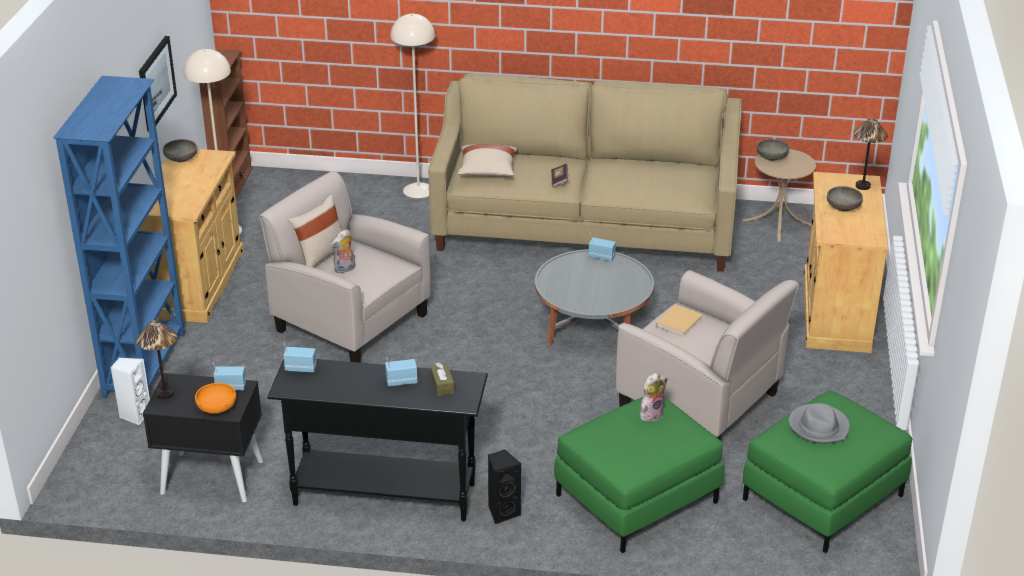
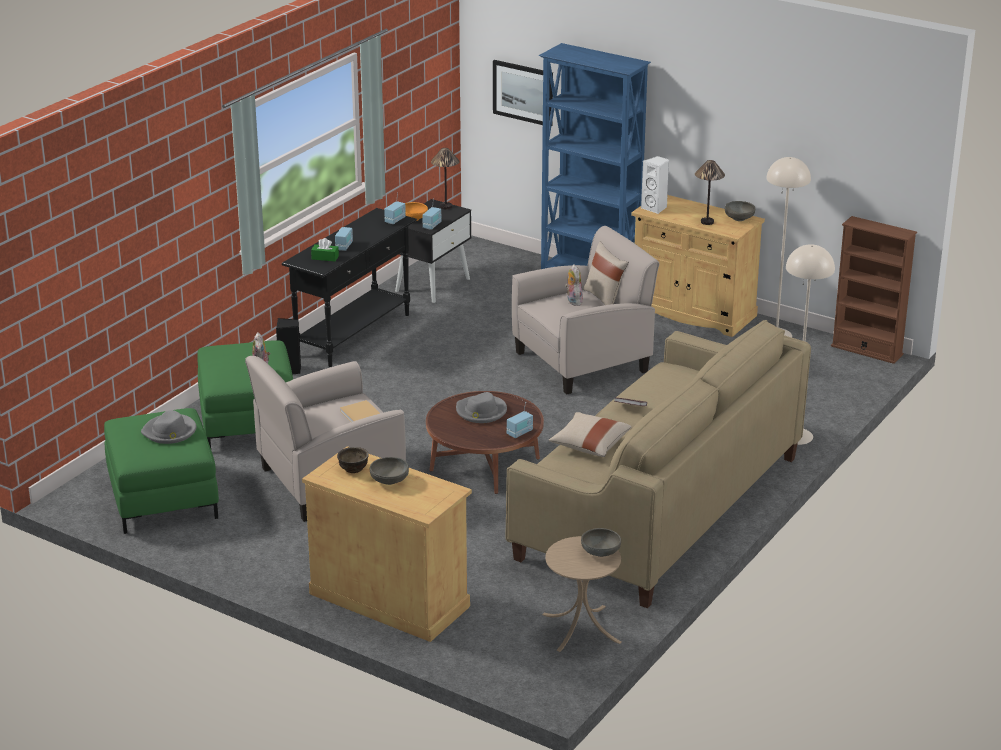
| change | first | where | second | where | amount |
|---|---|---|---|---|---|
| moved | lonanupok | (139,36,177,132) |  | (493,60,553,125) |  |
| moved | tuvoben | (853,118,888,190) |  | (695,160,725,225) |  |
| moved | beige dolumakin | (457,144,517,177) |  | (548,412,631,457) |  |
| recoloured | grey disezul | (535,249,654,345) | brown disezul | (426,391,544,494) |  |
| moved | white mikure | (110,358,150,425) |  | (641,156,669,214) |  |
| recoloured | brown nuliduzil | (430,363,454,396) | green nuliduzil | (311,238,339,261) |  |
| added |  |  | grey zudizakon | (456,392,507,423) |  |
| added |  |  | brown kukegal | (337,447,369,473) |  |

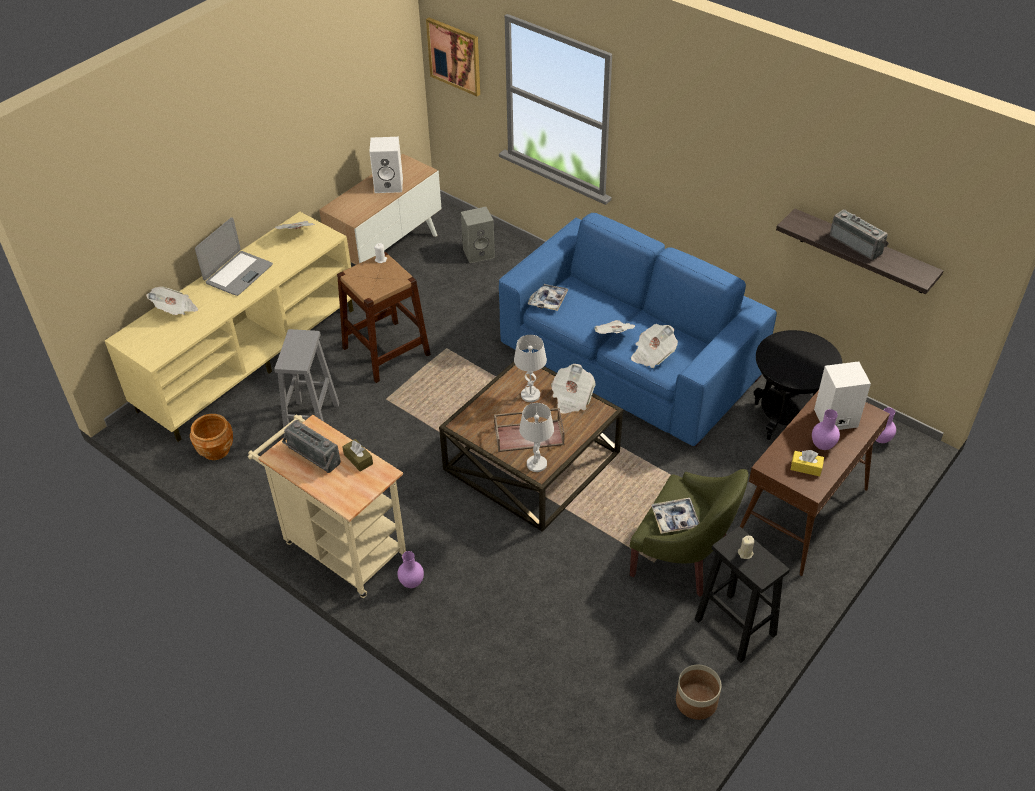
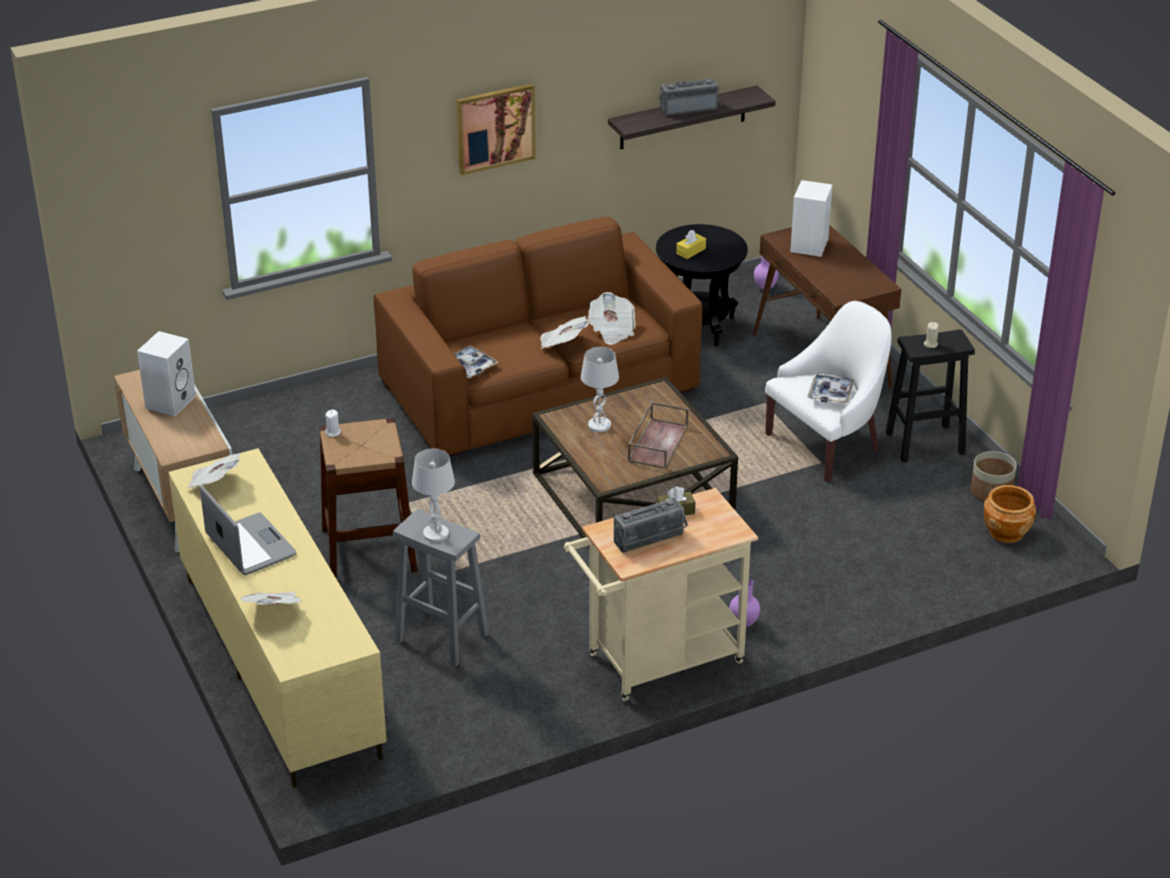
| change | first | where | second | where | amount |
|---|---|---|---|---|---|
| moved | lonanupok | (426,18,480,97) |  | (456,83,536,175) |  |
| removed | grey mikure | (461,207,495,263) |  |  |  |
| recoloured | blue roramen | (499,213,777,447) | brown roramen | (374,217,702,457) |  |
| removed | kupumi | (551,364,595,414) |  |  |  |
| moved | white tuvoben | (519,403,554,472) |  | (412,449,455,542) |  |
| removed | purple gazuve | (812,409,840,450) |  |  |  |
| moved | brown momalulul | (190,414,233,460) |  | (984,485,1036,543) |  |
| moved | yellow nuliduzil | (791,450,824,476) |  | (676,230,706,259) |  |
| recoloured | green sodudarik | (630,469,748,597) | white sodudarik | (765,301,892,482) |  |

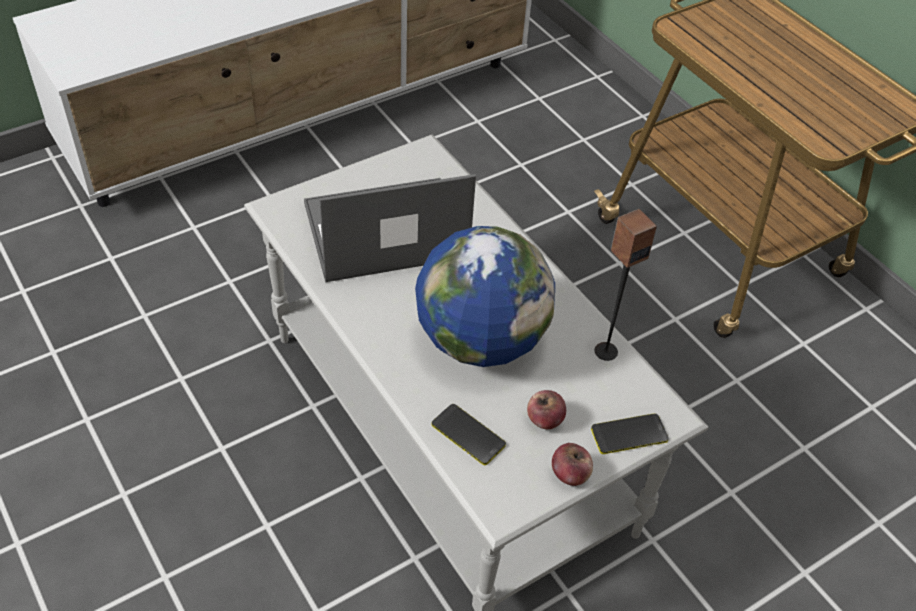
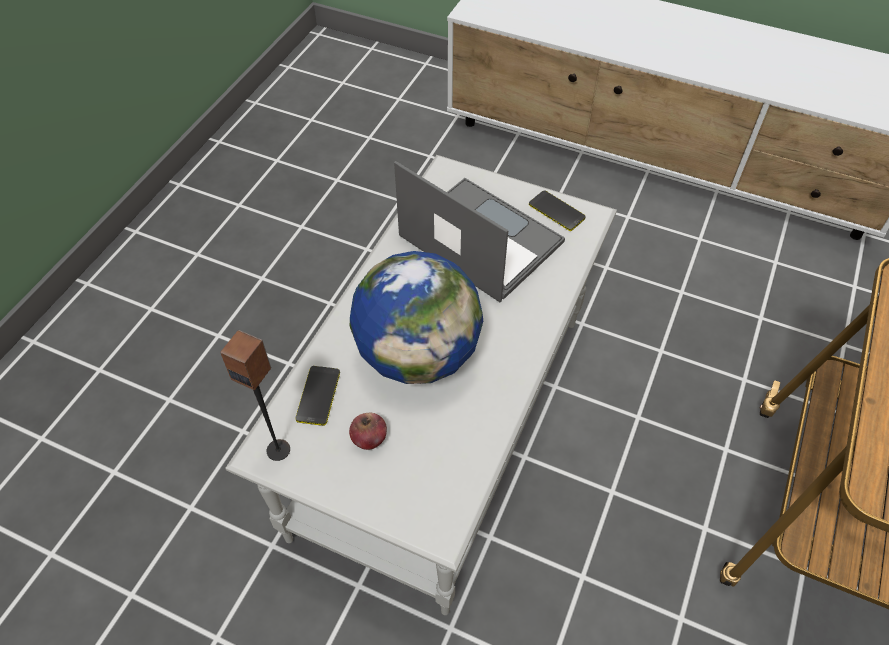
| change | first | where | second | where | amount |
|---|---|---|---|---|---|
| moved | mikure | (595,209,657,361) |  | (220,330,290,461) |  |
| moved | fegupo | (591,413,669,454) |  | (529,191,586,231) |  |
| removed | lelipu | (552,443,593,486) |  |  |  |

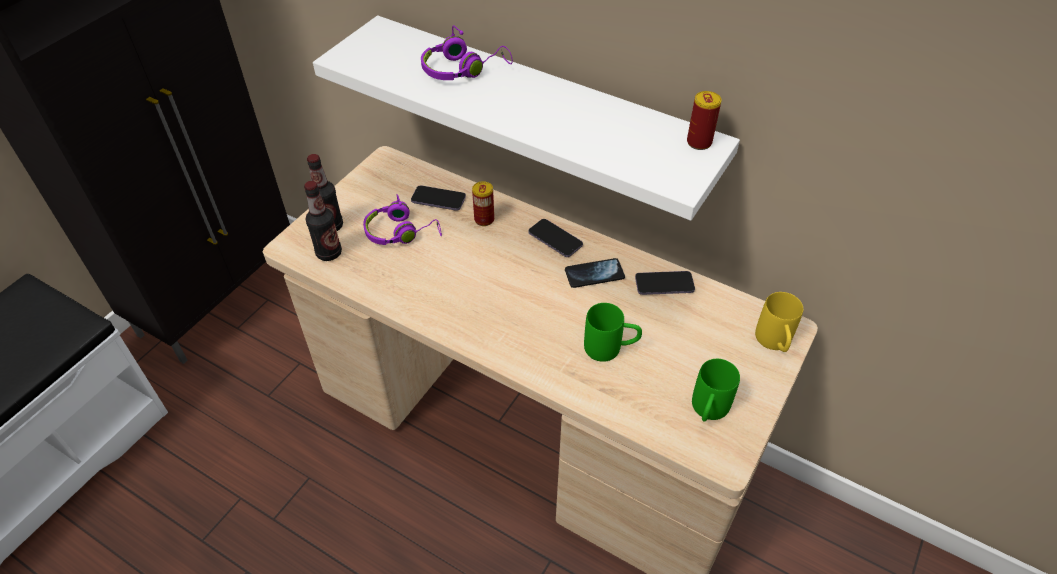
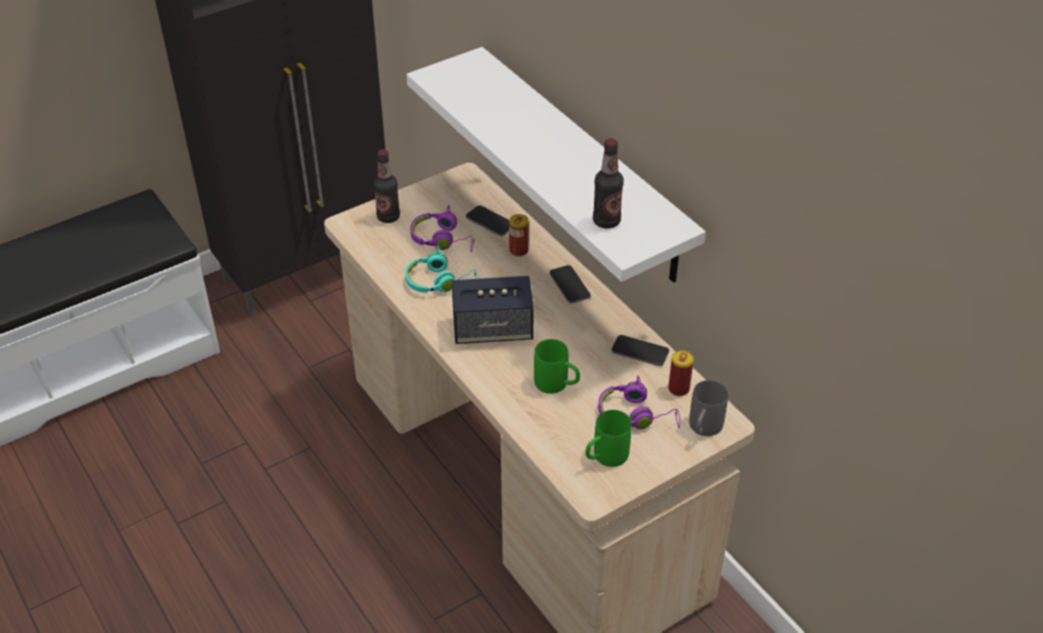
| change | first | where | second | where | amount |
|---|---|---|---|---|---|
| moved | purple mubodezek | (421,25,513,80) |  | (598,375,680,429) |  |
| moved | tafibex | (687,91,722,150) |  | (668,350,694,396) |  |
| moved | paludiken | (304,181,342,261) |  | (593,138,624,229) |  |
| removed | fegupo | (565,258,625,288) |  |  |  |
| recoloured | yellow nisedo | (755,292,803,352) | grey nisedo | (689,380,728,436) |  |
| added |  |  | turquoise mubodezek | (405,245,479,293) |  |
| added |  |  | mikure | (452,276,534,344) |  |

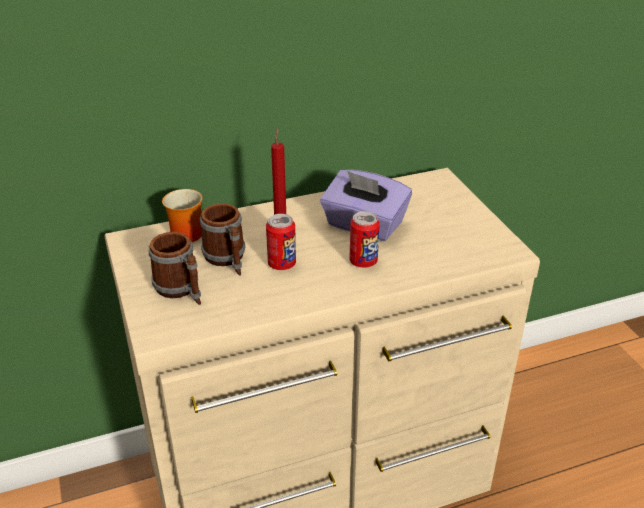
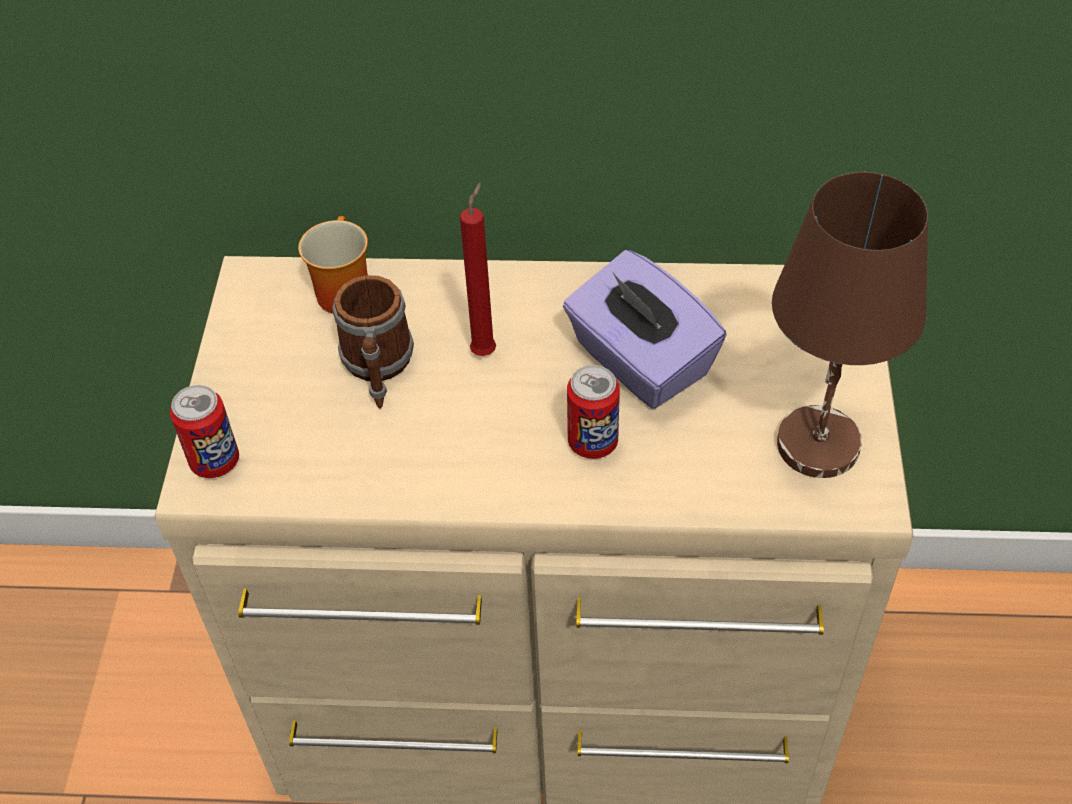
| change | first | where | second | where | amount |
|---|---|---|---|---|---|
| moved | tafibex | (266,214,296,270) |  | (170,385,239,478) |  |
| removed | nisedo | (149,232,201,305) |  |  |  |
| added |  |  | brown tuvoben | (772,172,928,478) |  |

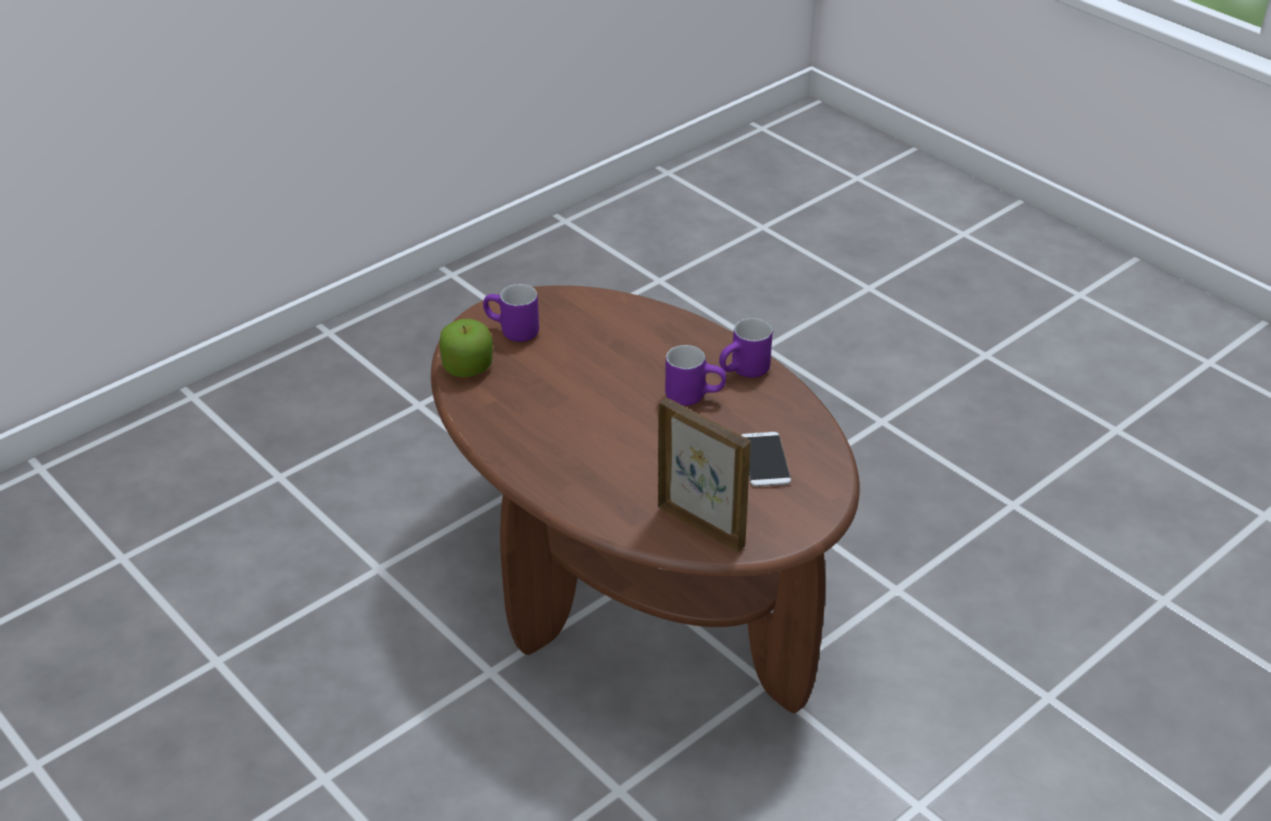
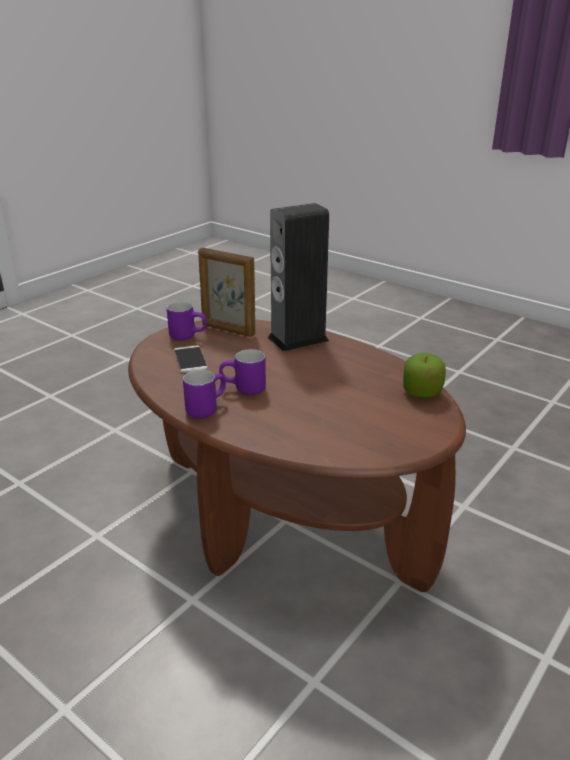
| change | first | where | second | where | amount |
|---|---|---|---|---|---|
| moved | purple nisedo | (483,284,539,342) |  | (167,301,207,340) |  |
| added |  |  | mikure | (268,203,329,352) |  |

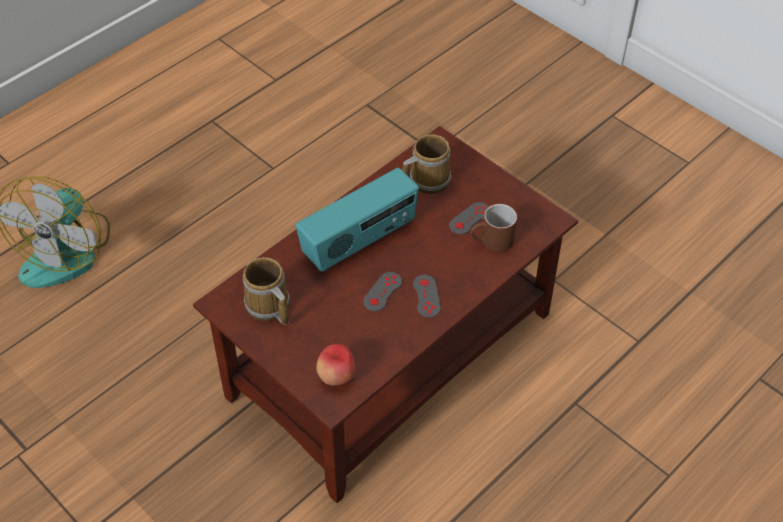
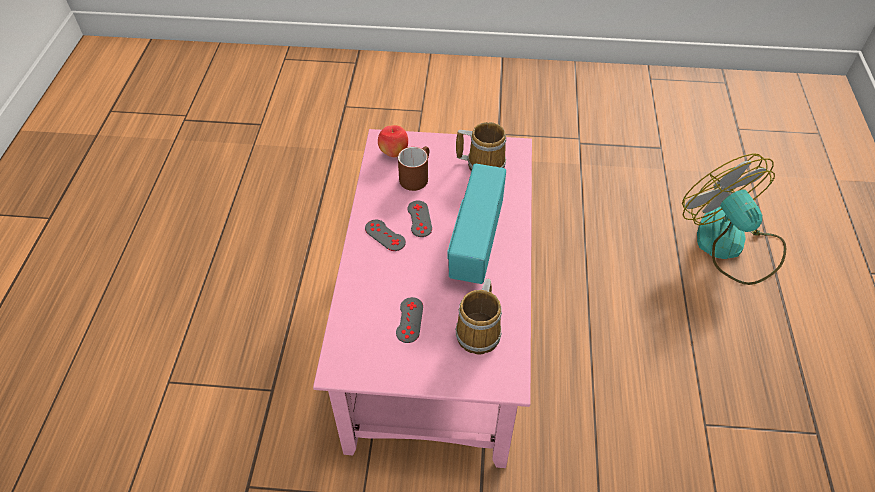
| change | first | where | second | where | amount |
|---|---|---|---|---|---|
| recoloured | brown disezul | (193,126,578,503) | pink disezul | (313,129,532,468) |  |
| moved | brown nisedo | (470,204,517,252) |  | (398,146,429,191) |  |

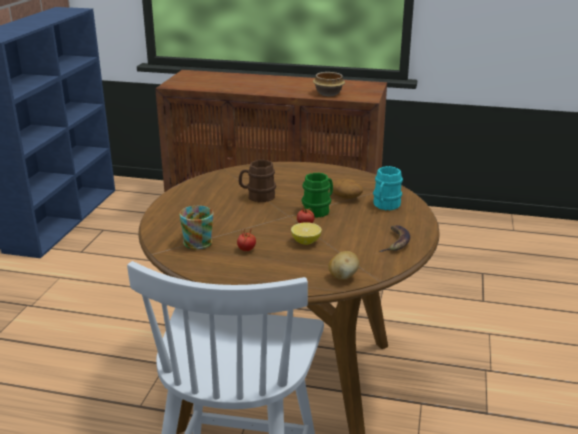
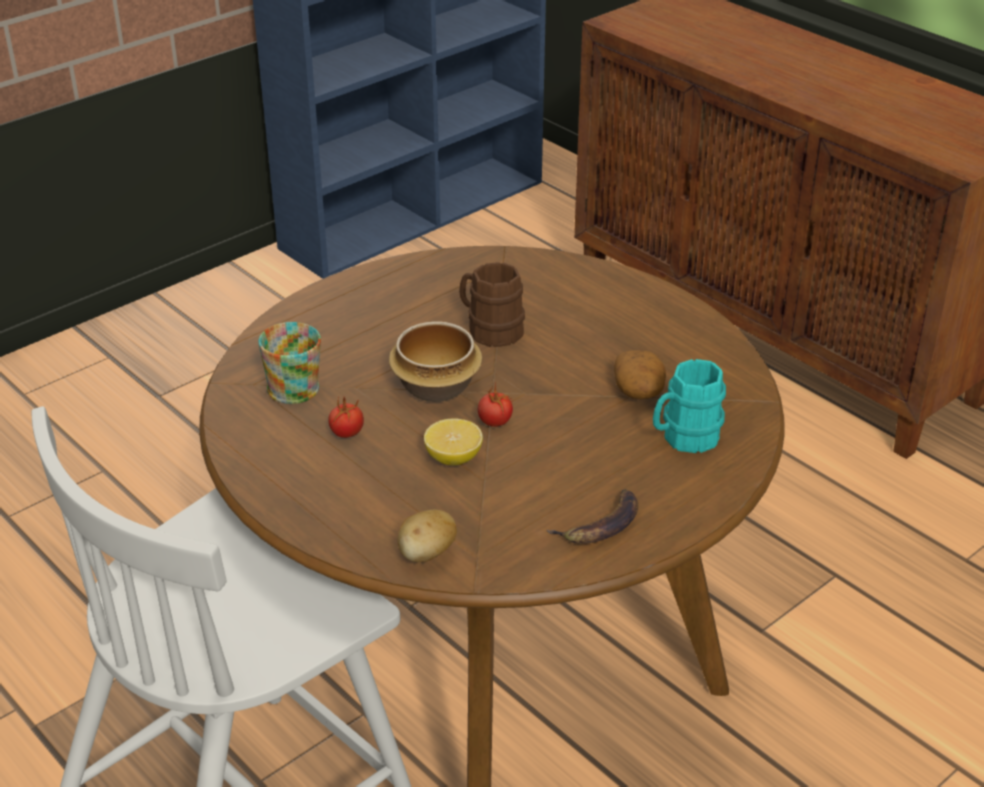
| change | first | where | second | where | amount |
|---|---|---|---|---|---|
| moved | kukegal | (313,72,345,96) |  | (389,321,483,402) |  |
| removed | green nisedo | (302,173,333,217) |  |  |  |

